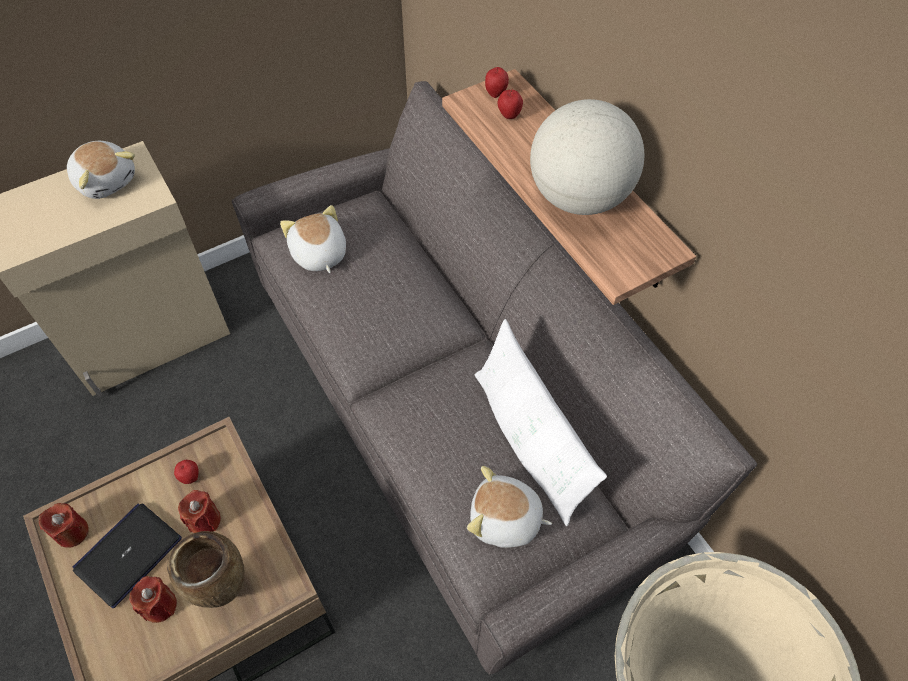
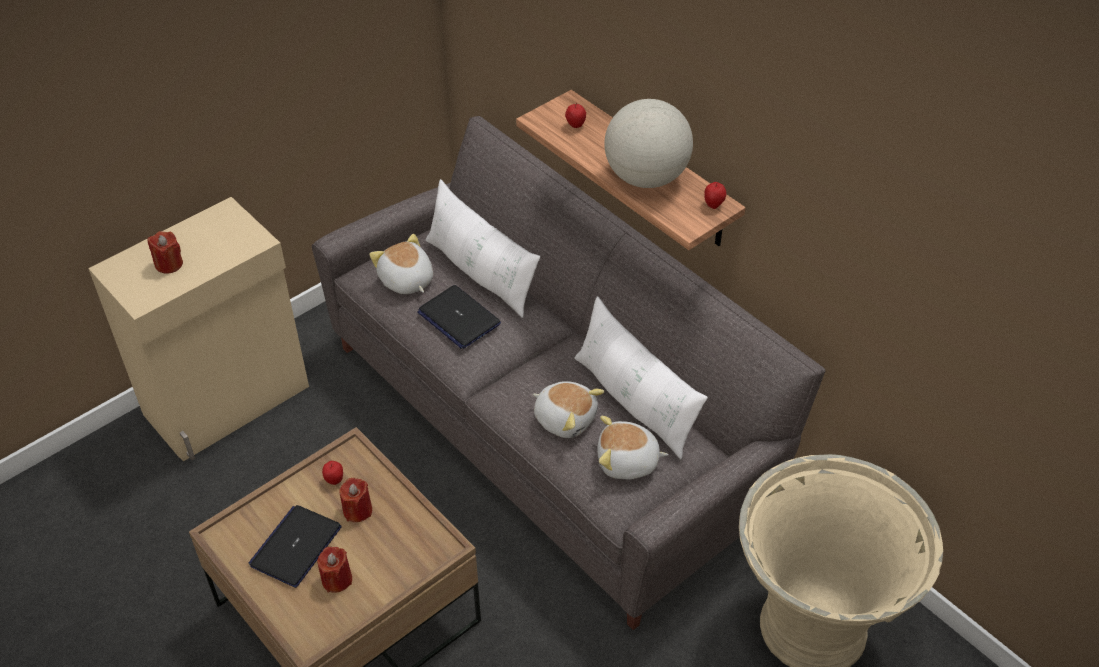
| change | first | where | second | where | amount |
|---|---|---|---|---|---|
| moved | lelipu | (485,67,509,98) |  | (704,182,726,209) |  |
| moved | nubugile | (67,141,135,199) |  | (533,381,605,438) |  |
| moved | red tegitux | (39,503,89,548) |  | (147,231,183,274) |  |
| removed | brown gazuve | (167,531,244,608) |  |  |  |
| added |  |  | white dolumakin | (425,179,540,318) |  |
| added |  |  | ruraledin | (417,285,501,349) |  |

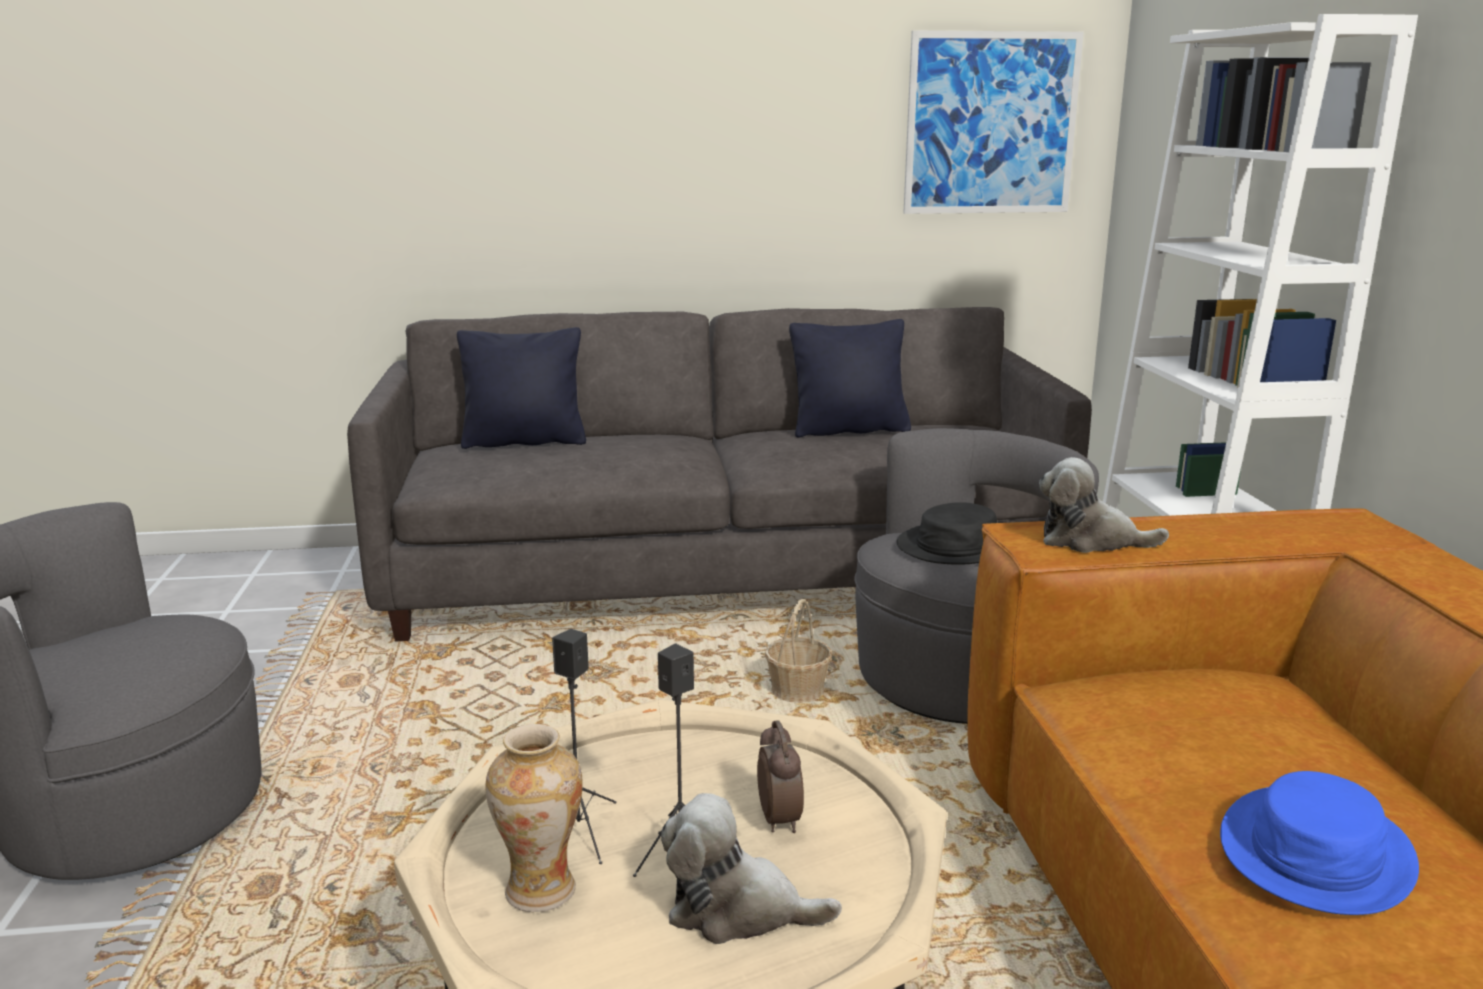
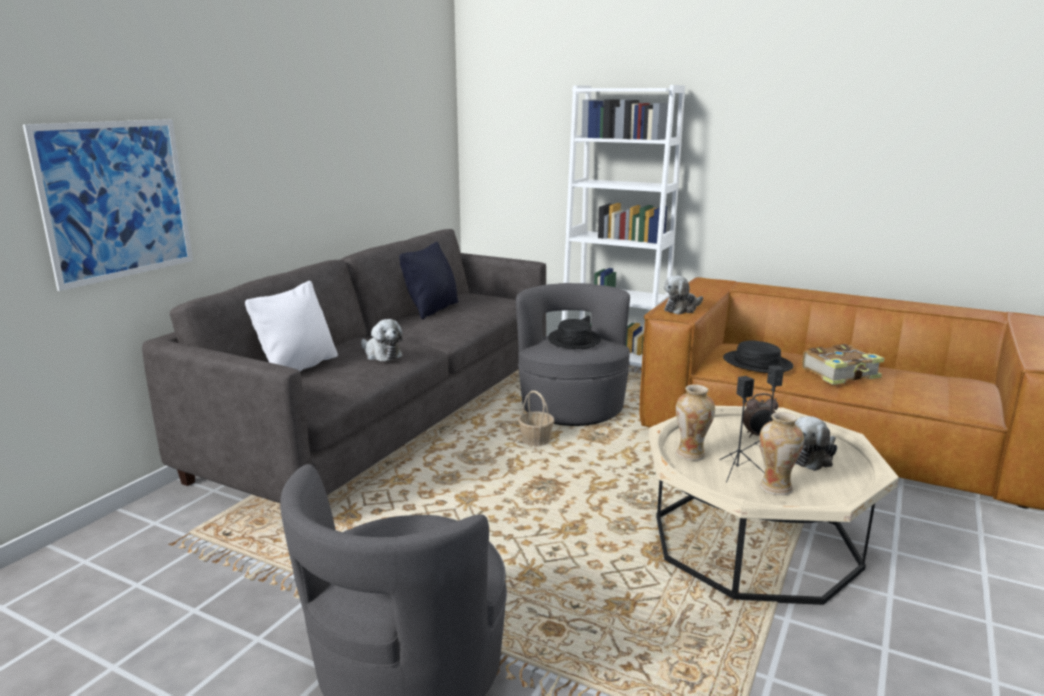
| change | first | where | second | where | amount |
|---|---|---|---|---|---|
| moved | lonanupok | (903,31,1084,214) |  | (23,119,193,291) |  |
| recoloured | black dolumakin | (457,327,586,449) | white dolumakin | (245,281,338,372) |  |
| turned | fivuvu | (757,720,804,833) |  | (743,393,779,437) | 150 degrees clockwise |
| replaced | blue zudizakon | (1220,771,1419,915) | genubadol | (802,344,884,385) |  |
| added |  |  | nubugile | (361,319,403,361) |  |
| added |  |  | black zudizakon | (723,340,793,373) |  |
| added |  |  | gazuve | (676,384,715,461) |  |

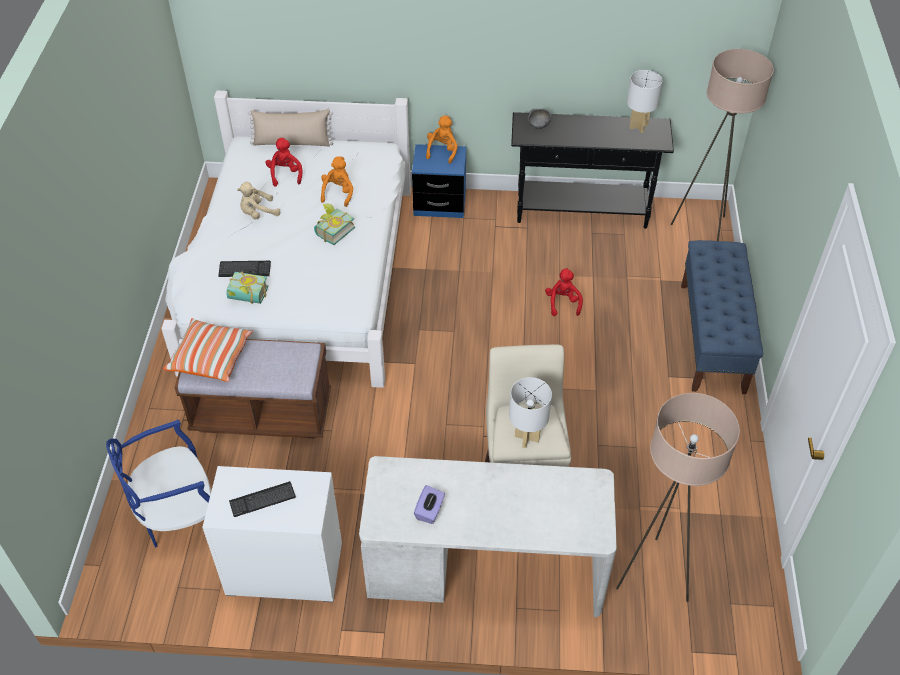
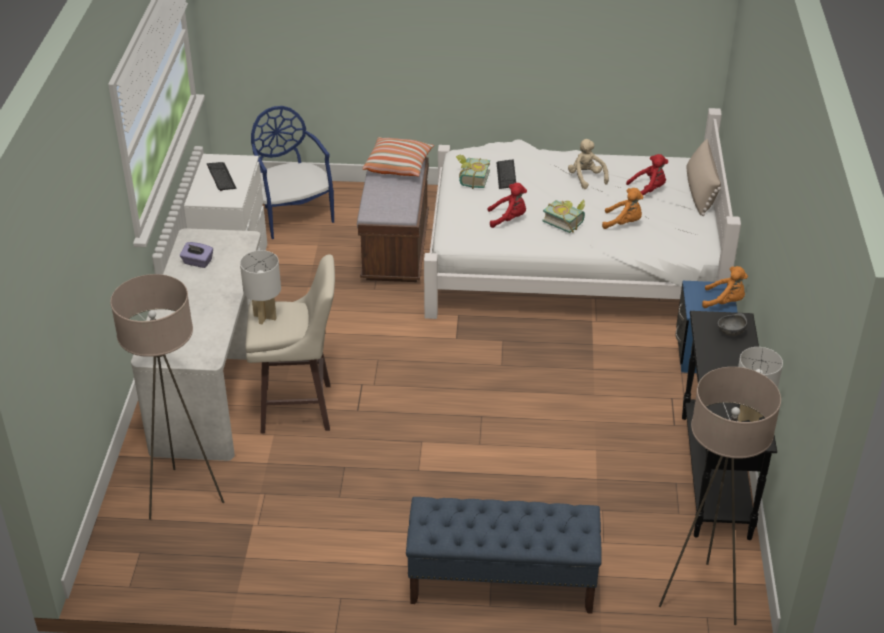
| change | first | where | second | where | amount |
|---|---|---|---|---|---|
| moved | red nubugile | (545,268,583,316) |  | (487,183,527,228) |  |

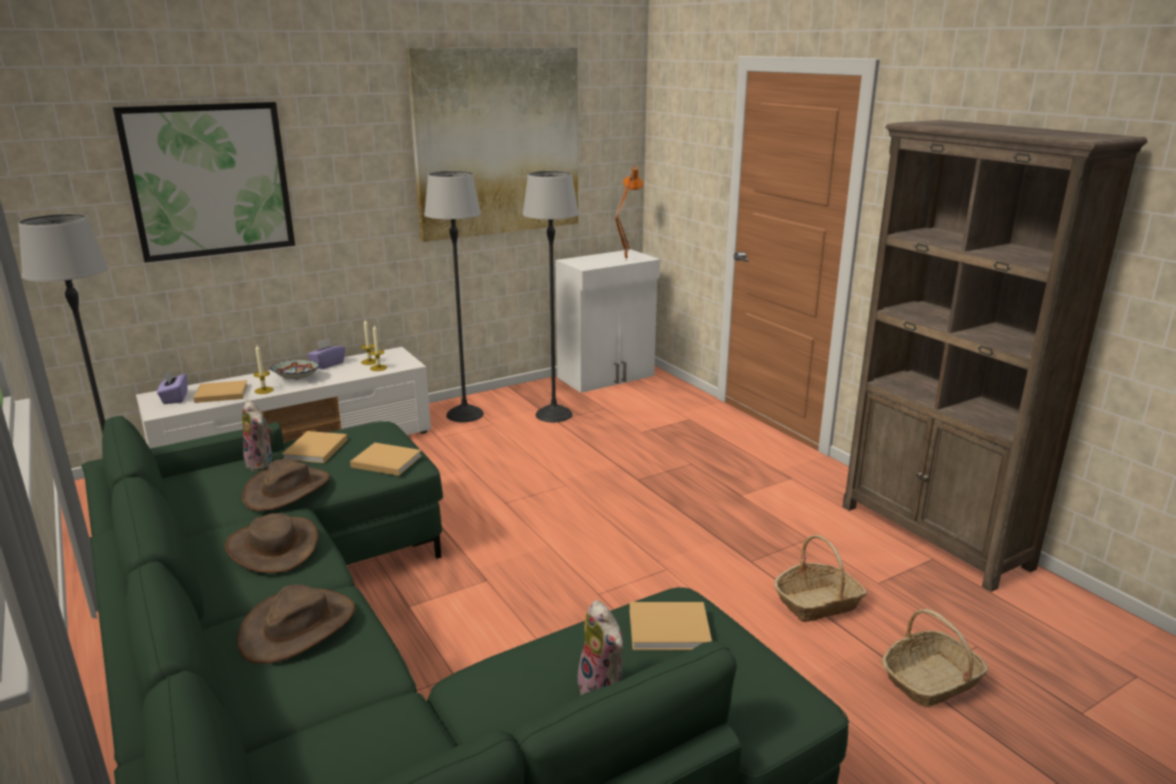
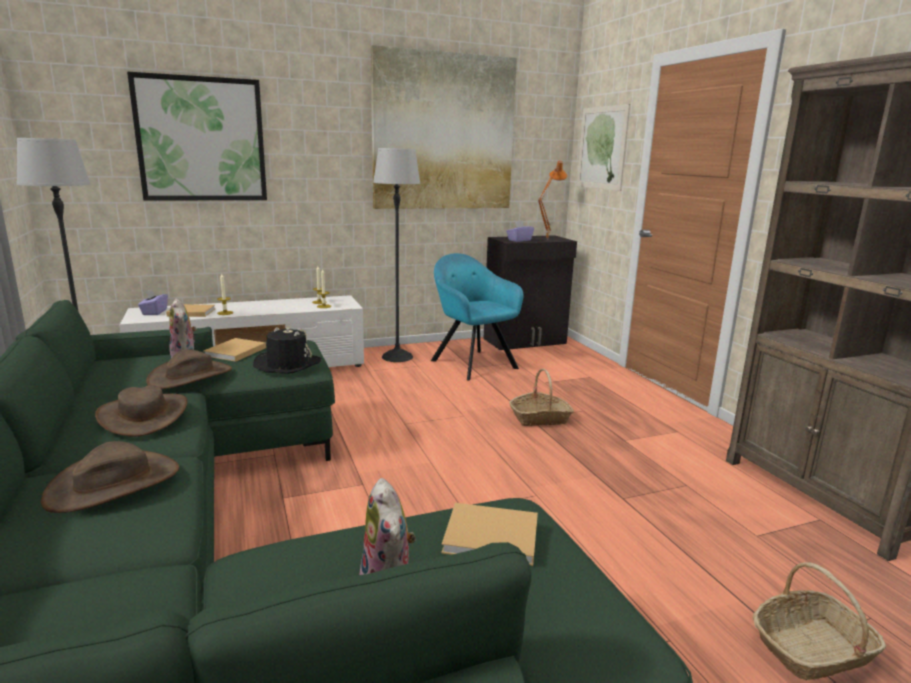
| change | first | where | second | where | amount |
|---|---|---|---|---|---|
| replaced | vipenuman | (522,171,579,422) | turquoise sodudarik | (431,253,524,381) |  |
| recoloured | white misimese | (556,249,660,393) | black misimese | (483,235,577,350) |  |
| moved | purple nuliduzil | (307,339,345,369) |  | (506,221,534,242) |  |
| removed | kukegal | (270,360,320,380) |  |  |  |
| replaced | beige genubadol | (350,443,422,476) | black zudizakon | (253,325,322,374) |  |
| moved | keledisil | (774,535,867,622) |  | (509,368,574,426) |  |
| added |  |  | lonanupok | (577,104,630,191) |  |

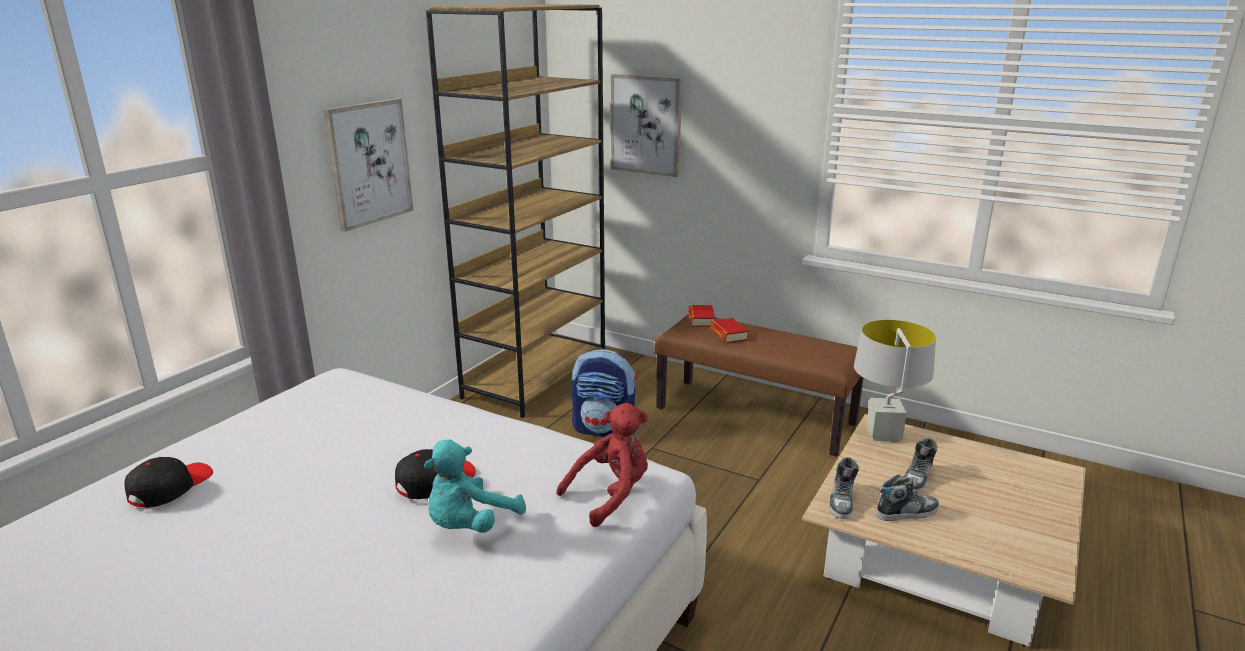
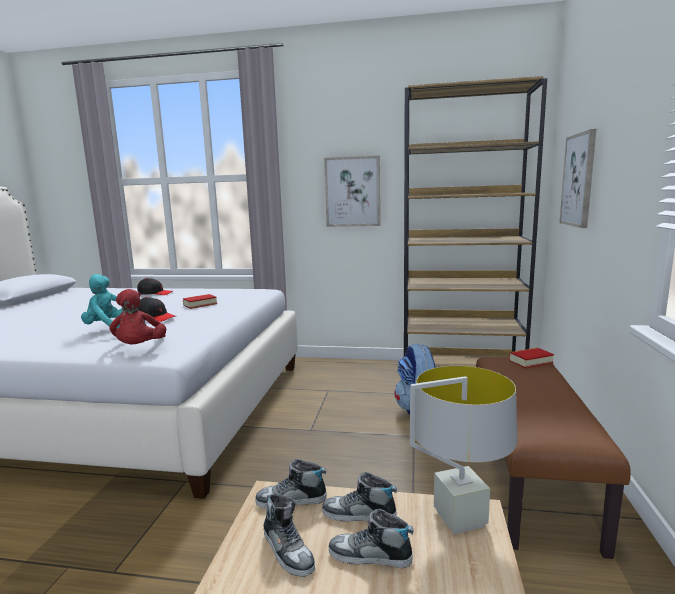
| change | first | where | second | where | amount |
|---|---|---|---|---|---|
| moved | genubadol | (710,318,748,343) |  | (183,294,217,309) |  |
| turned | red nubugile | (557,403,648,527) |  | (109,289,166,344) | 45 degrees clockwise |
| added |  |  | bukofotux | (322,472,397,522) |  |

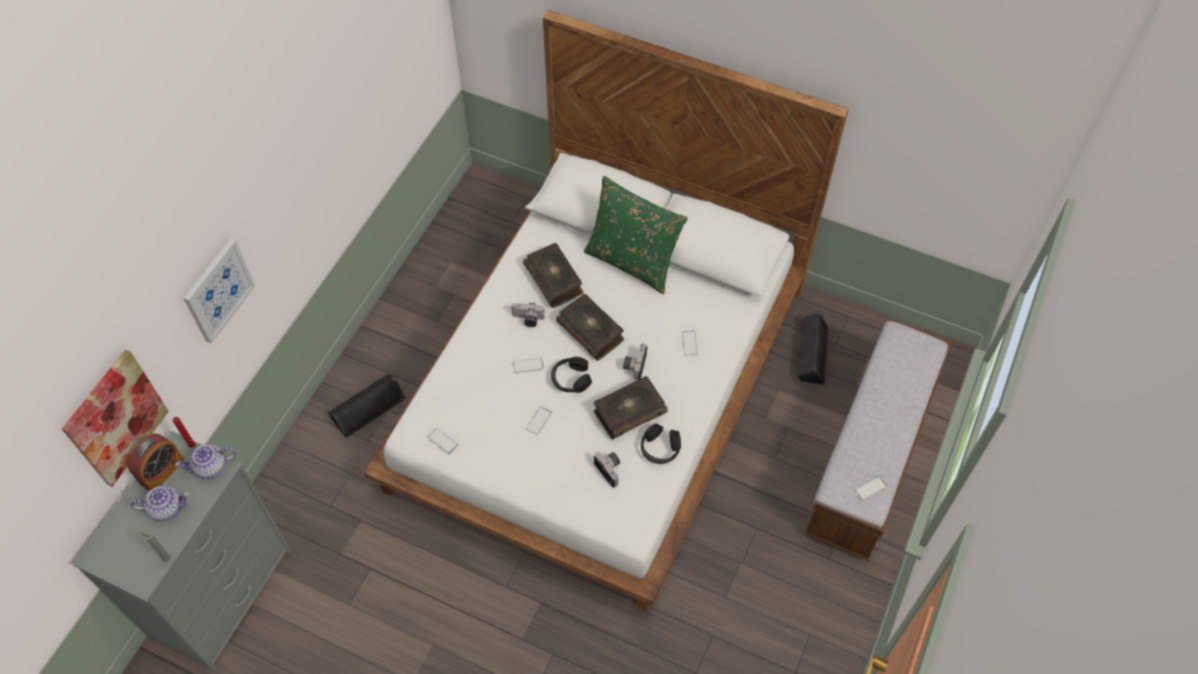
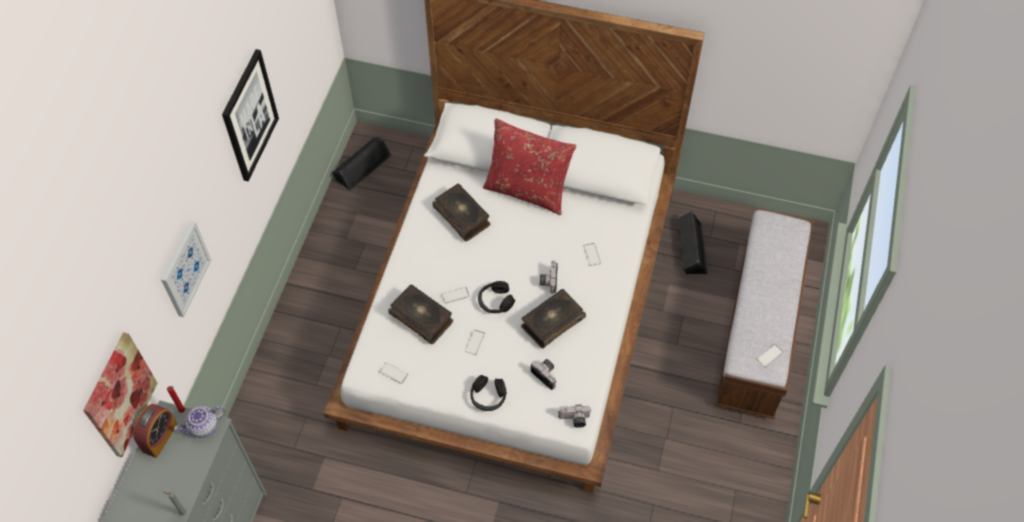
| change | first | where | second | where | amount |
|---|---|---|---|---|---|
| recoloured | green dolumakin | (584,176,688,294) | red dolumakin | (483,118,576,215) |  |
| moved | genubadol | (556,294,624,361) |  | (388,284,453,344) |  |
| moved | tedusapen | (511,303,545,327) |  | (558,404,591,428) |  |
| moved | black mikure | (328,374,406,438) |  | (332,137,392,191) |  |
| moved | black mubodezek | (641,423,681,464) |  | (470,375,507,411) |  |
| removed | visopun | (131,485,189,522) |  |  |  |
| added |  |  | lonanupok | (222,49,279,181) |  |

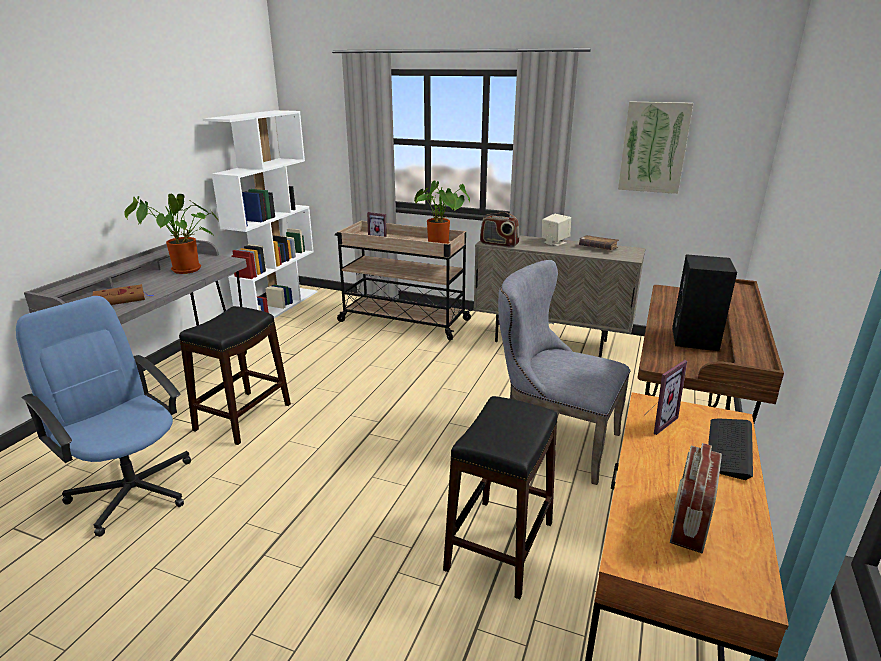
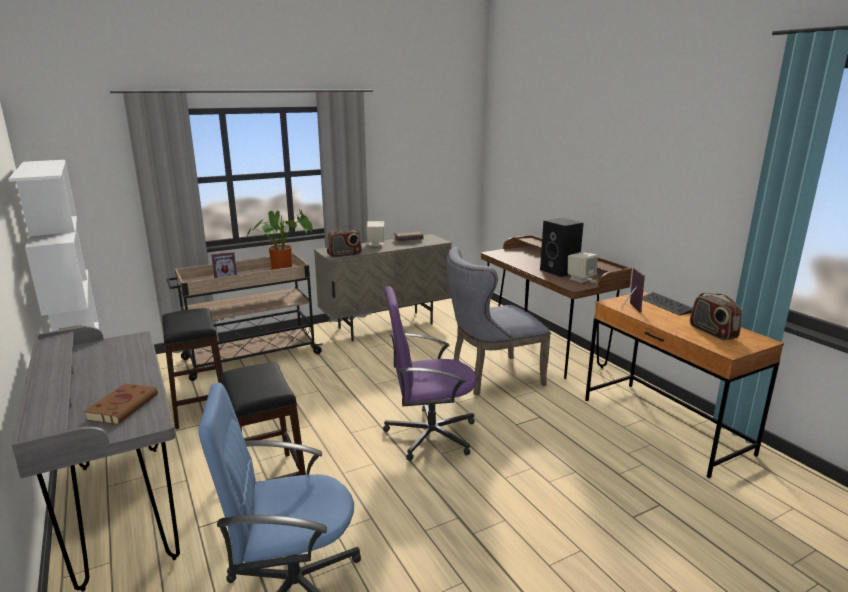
| change | first | where | second | where | amount |
|---|---|---|---|---|---|
| removed | lonanupok | (618,101,693,194) |  |  |  |
| removed | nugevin | (124,194,218,274) |  |  |  |
| moved | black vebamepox | (443,396,558,599) |  | (162,308,223,429) |  |
| added |  |  | beige mikure | (568,252,598,283) |  |
| added |  |  | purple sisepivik | (383,287,477,461) |  |

